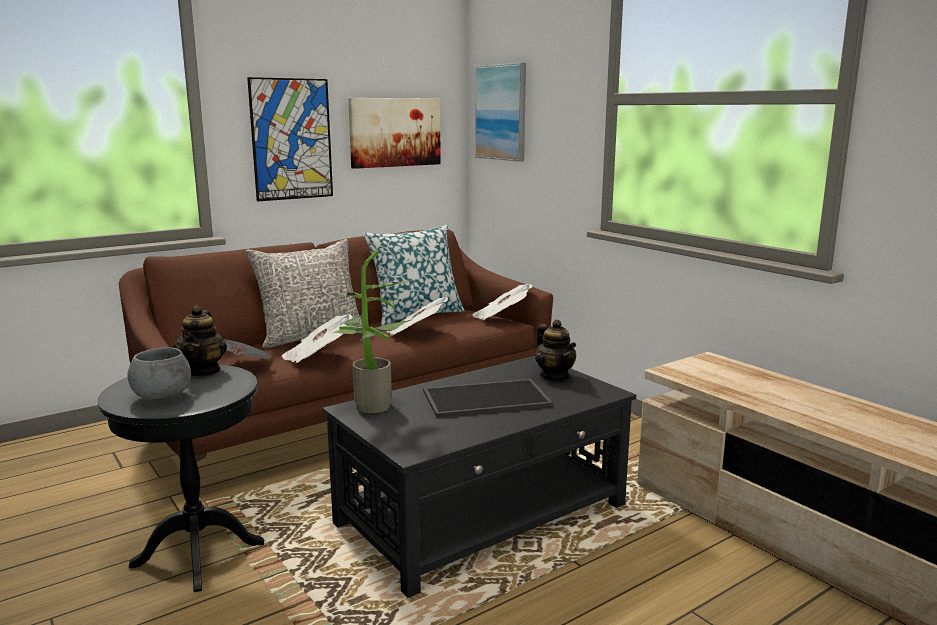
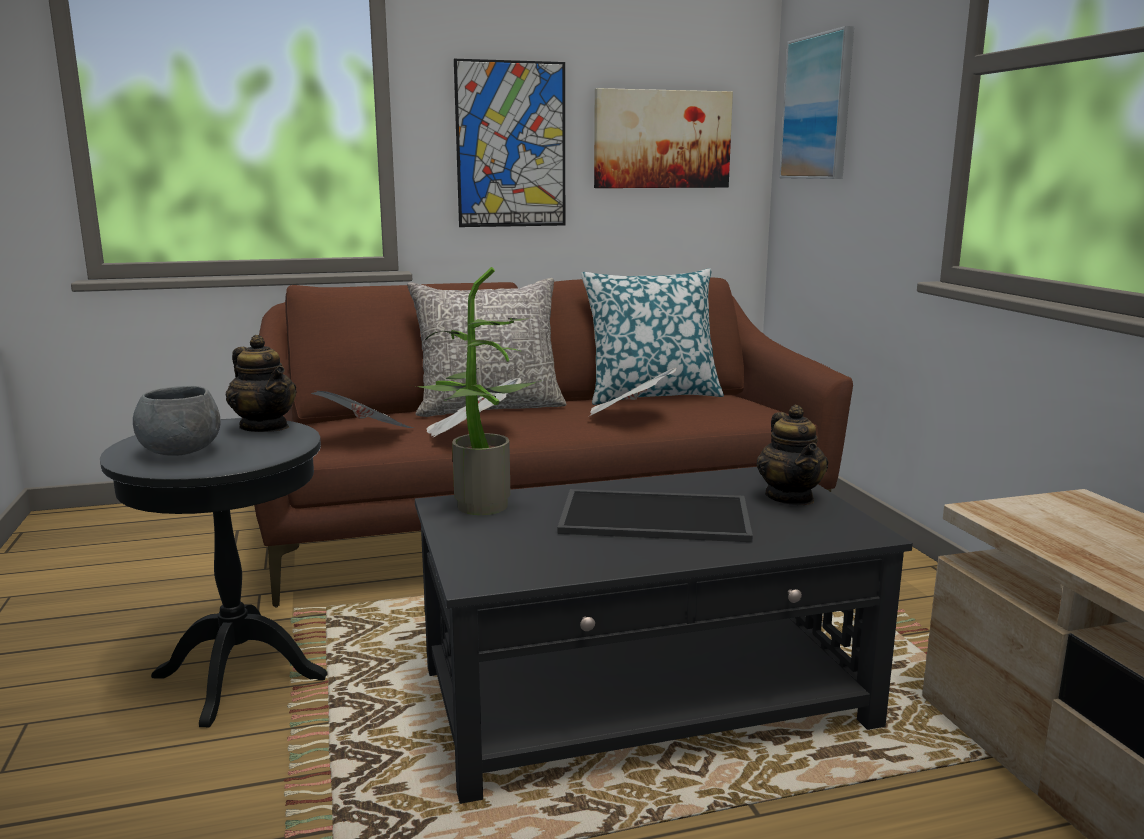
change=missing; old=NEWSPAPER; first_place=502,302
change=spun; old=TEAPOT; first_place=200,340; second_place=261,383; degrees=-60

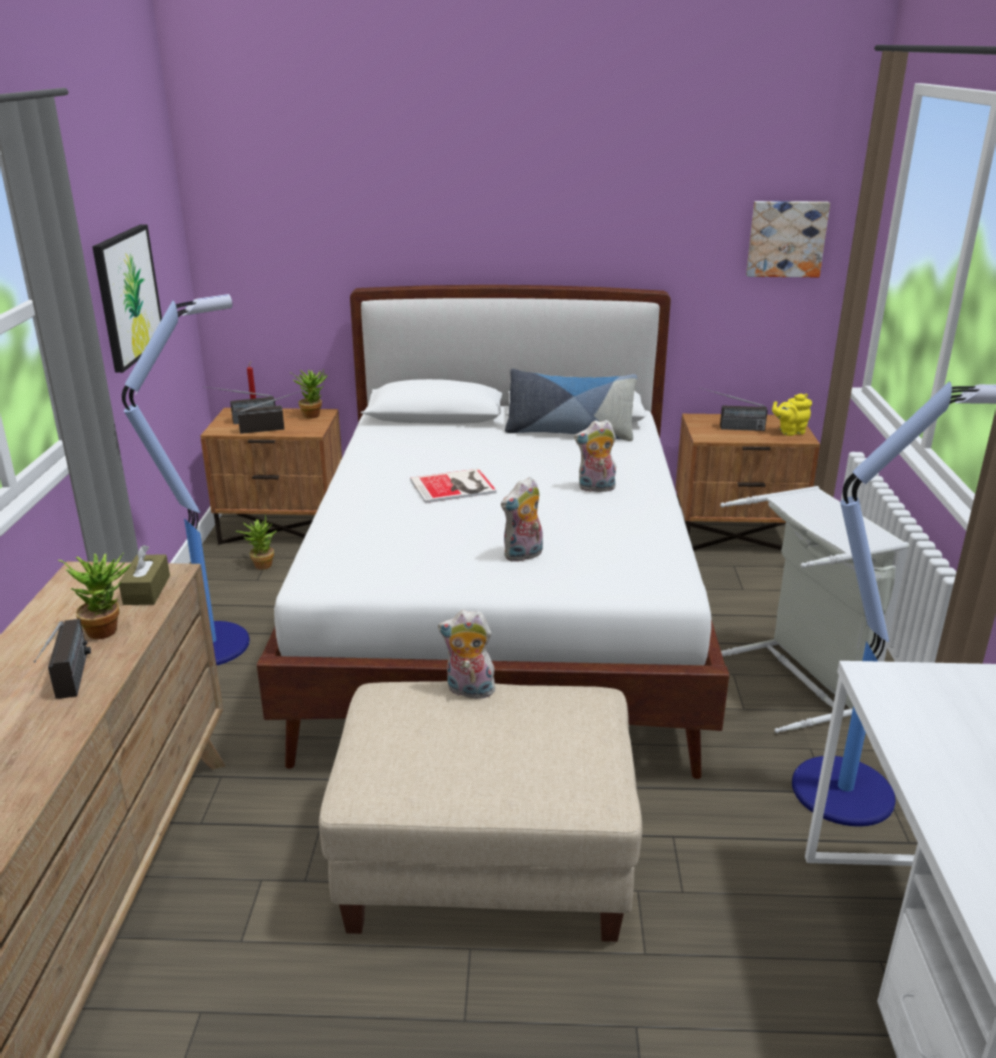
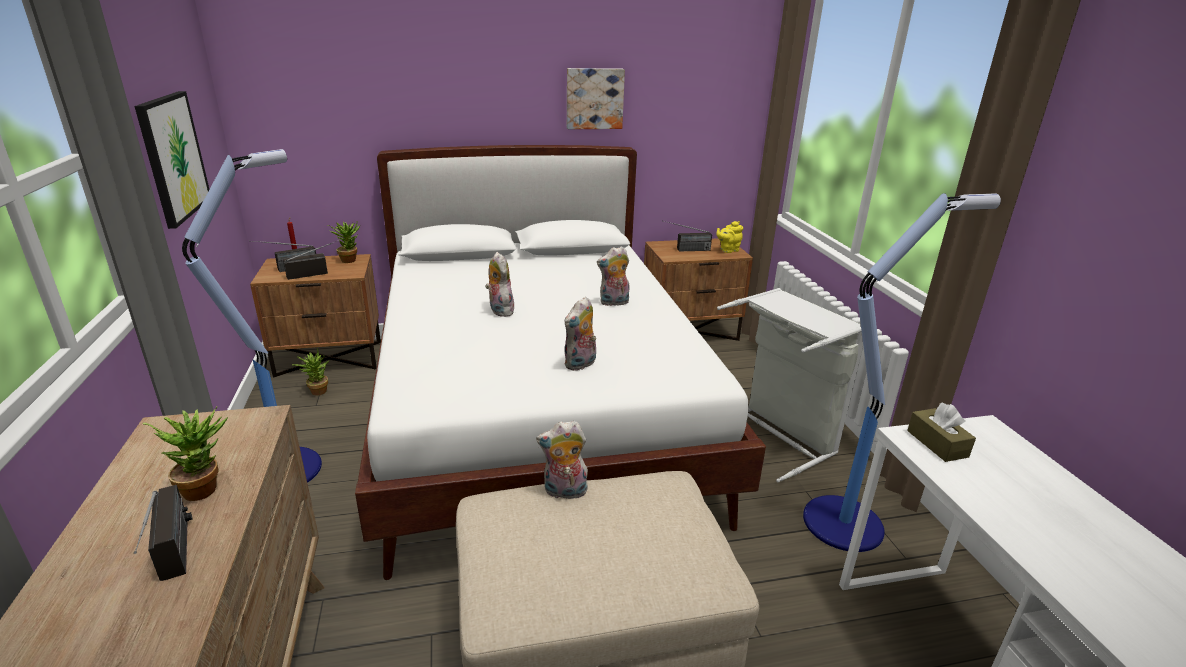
change=relocated; old=PICTURE; first_place=788,239; second_place=596,98
change=missing; old=PILLOW; first_place=571,404
change=exchanged; old=BOOK; new=PLUSH TOY; first_place=453,486; second_place=499,284
change=relocated; old=BROWN TISSUE BOX; first_place=144,575; second_place=941,432

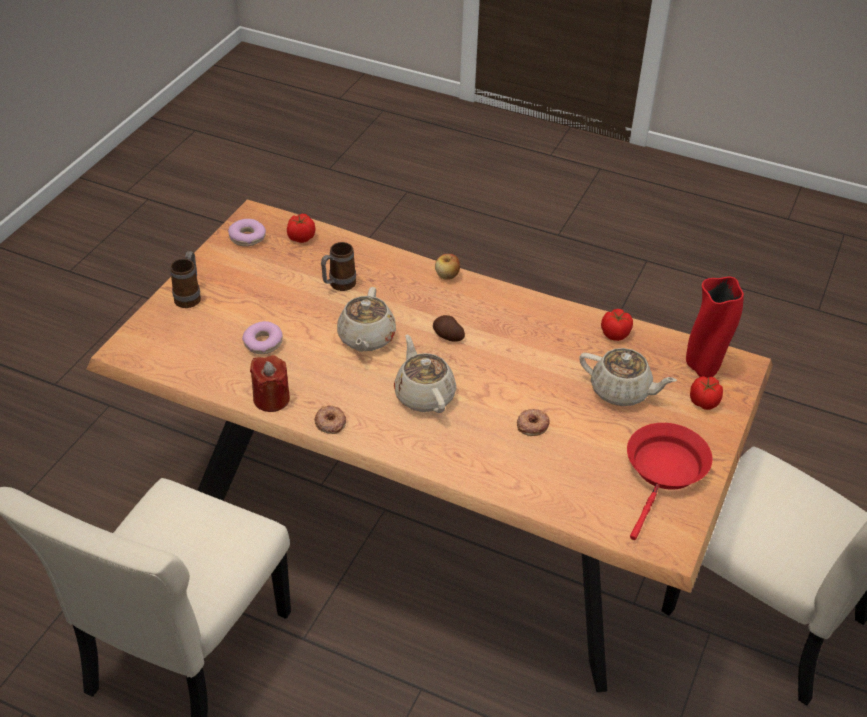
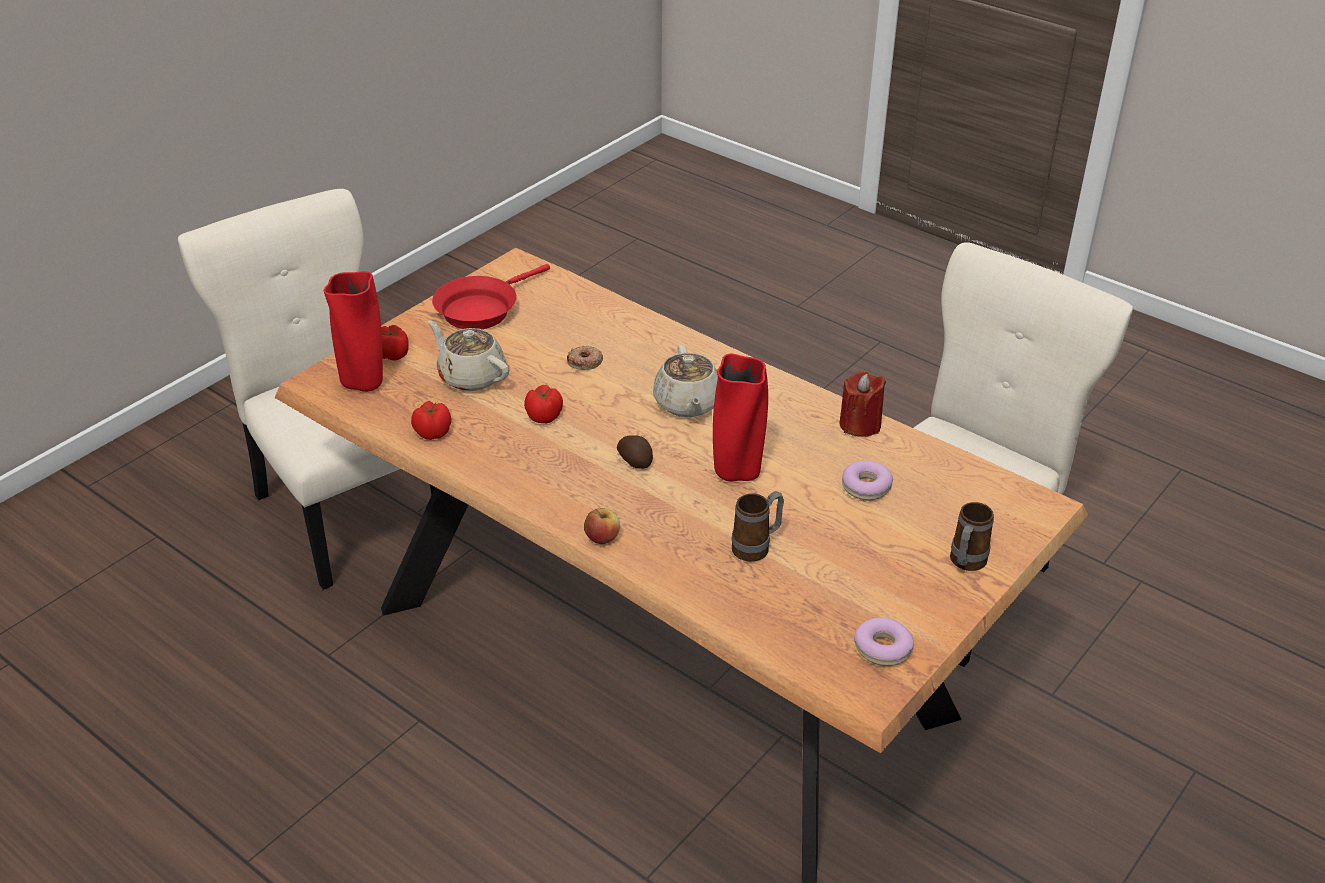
change=relocated; old=TOMATO; first_place=301,228; second_place=543,404
change=exchanged; old=BEIGE TEAPOT; new=RED VASE; first_place=366,319; second_place=740,417
change=missing; old=DONUT; first_place=330,419

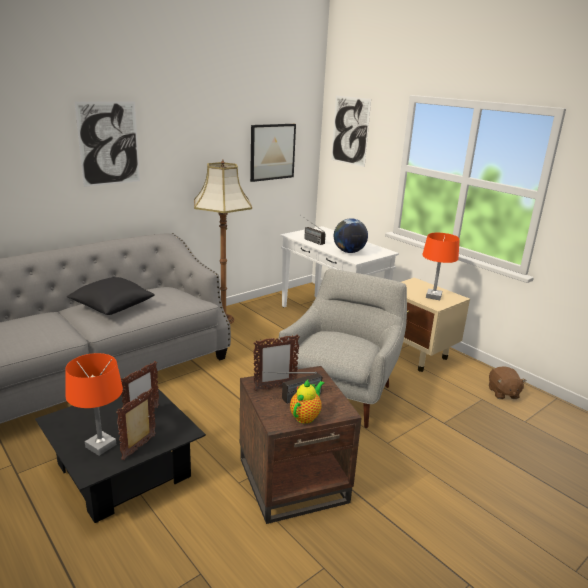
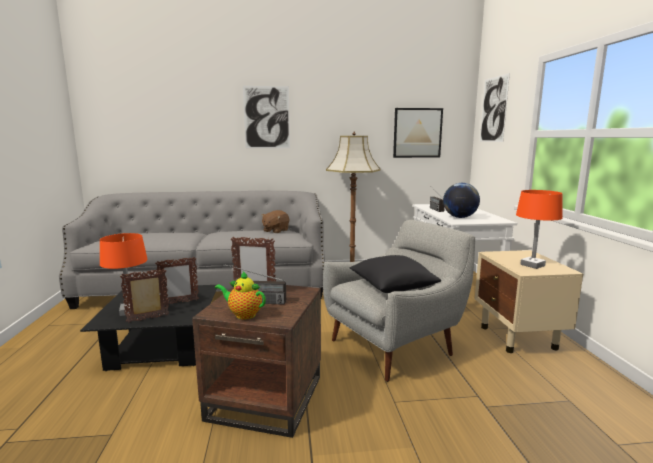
change=relocated; old=BLACK PILLOW; first_place=111,296; second_place=395,274
change=relocated; old=BROWN PLUSH TOY; first_place=508,382; second_place=275,221
change=spun; old=TEAPOT; first_place=307,402; second_place=240,295; degrees=-135

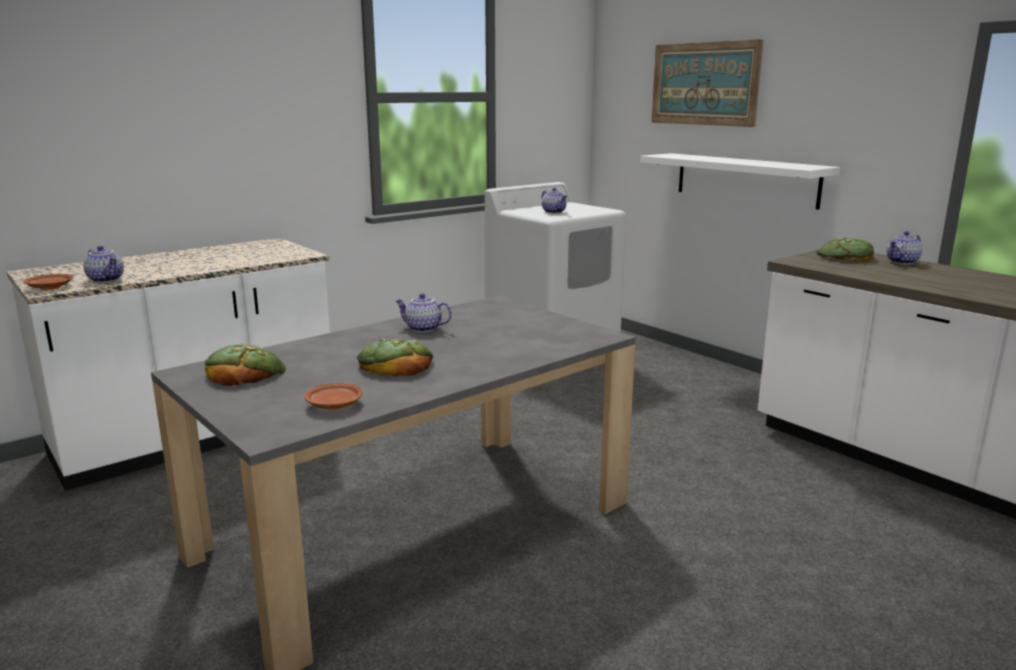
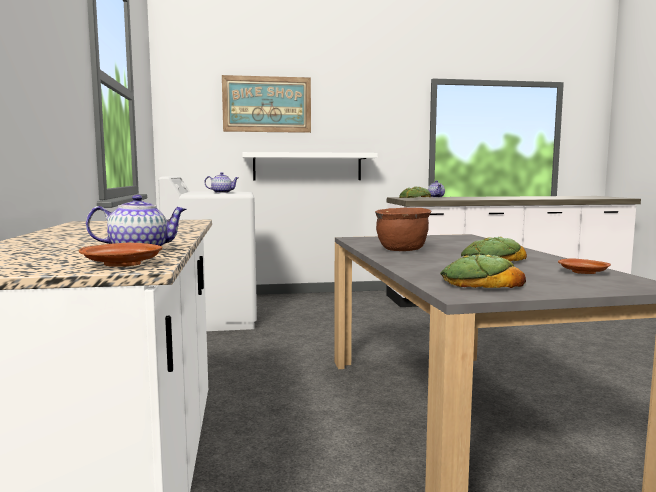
change=exchanged; old=TEAPOT; new=BROWN COOKING POT; first_place=423,312; second_place=403,229

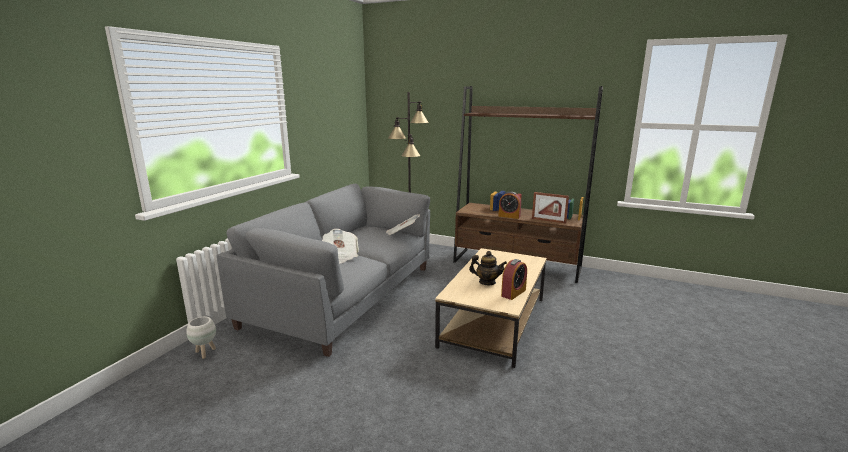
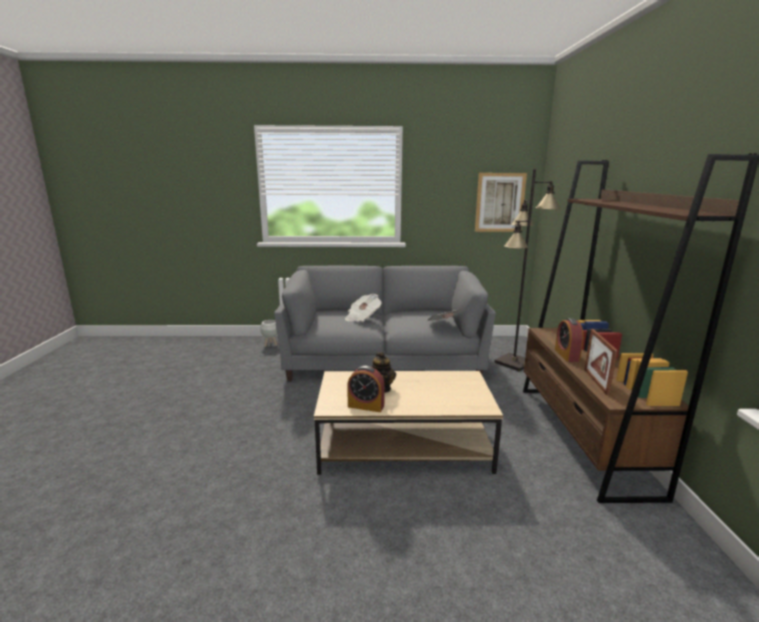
change=appeared; new=PICTURE; second_place=501,202

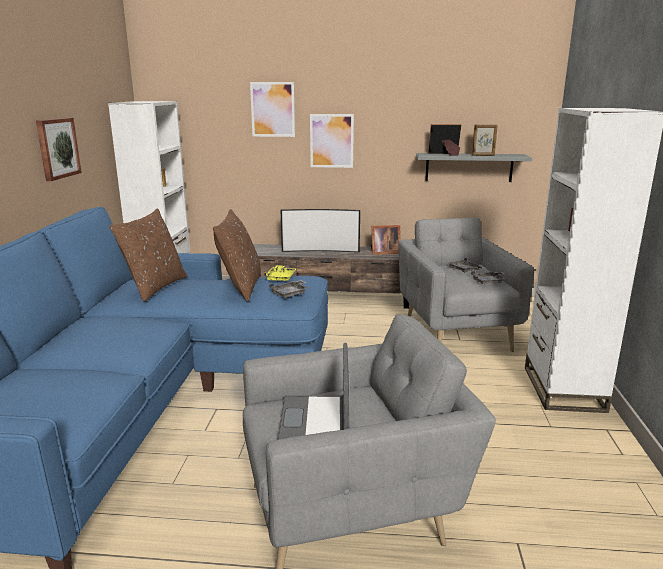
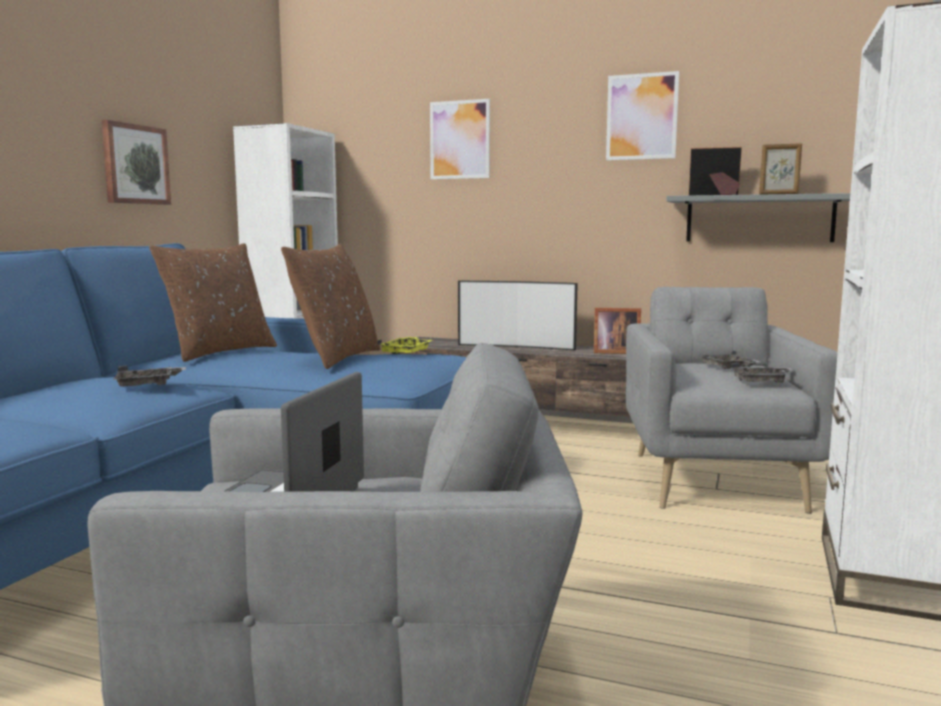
change=relocated; old=PICTURE; first_place=332,141; second_place=642,115
change=relocated; old=GREY TRAY; first_place=288,289; second_place=149,376

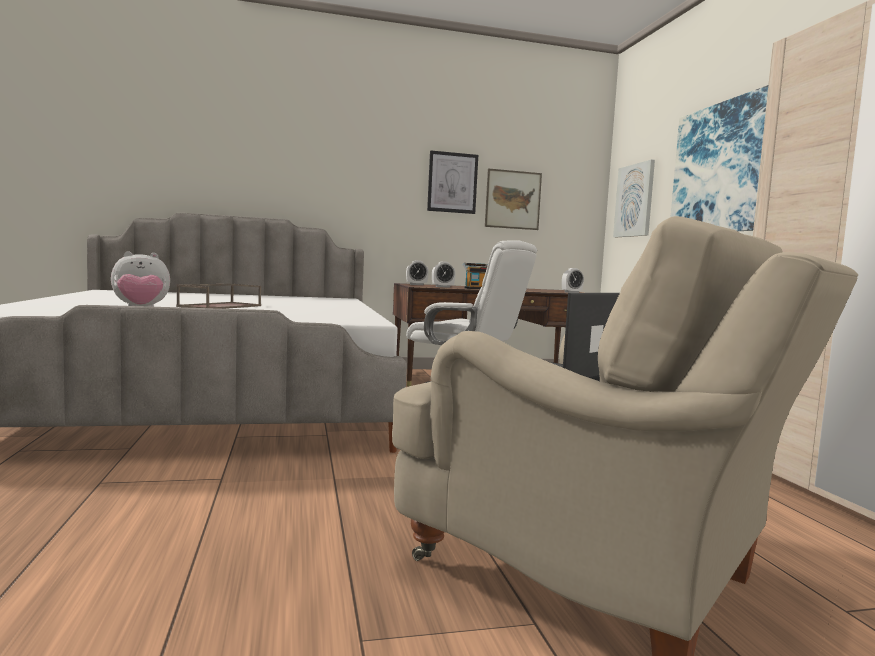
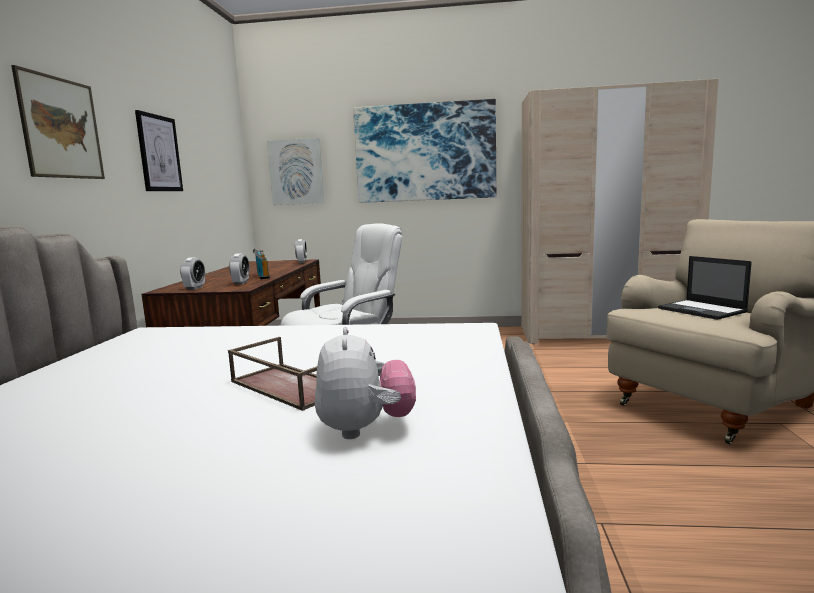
change=relocated; old=PICTURE; first_place=513,199; second_place=58,122

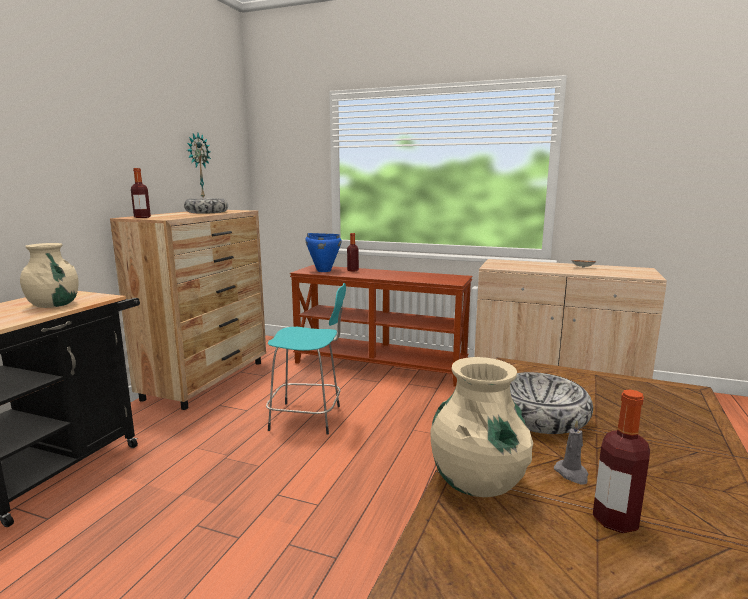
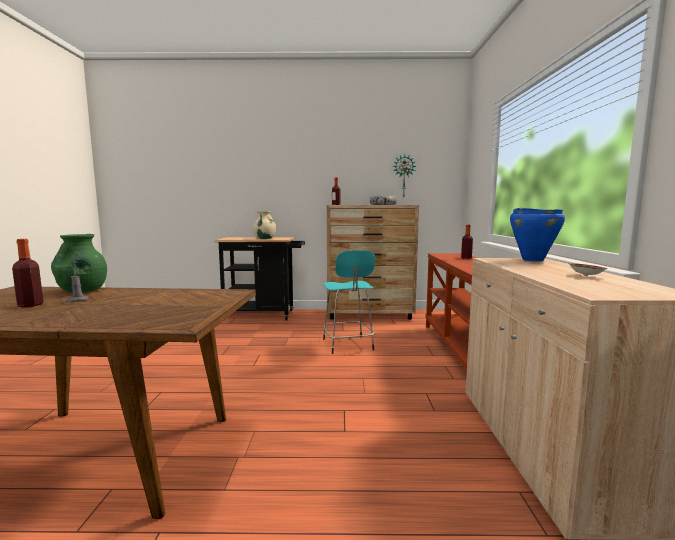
change=relocated; old=BLUE COOKING POT; first_place=323,252; second_place=537,235
change=colour; old=BEIGE VASE; new=GREEN VASE; first_place=482,427; second_place=79,263
change=missing; old=BOWL; first_place=551,403

